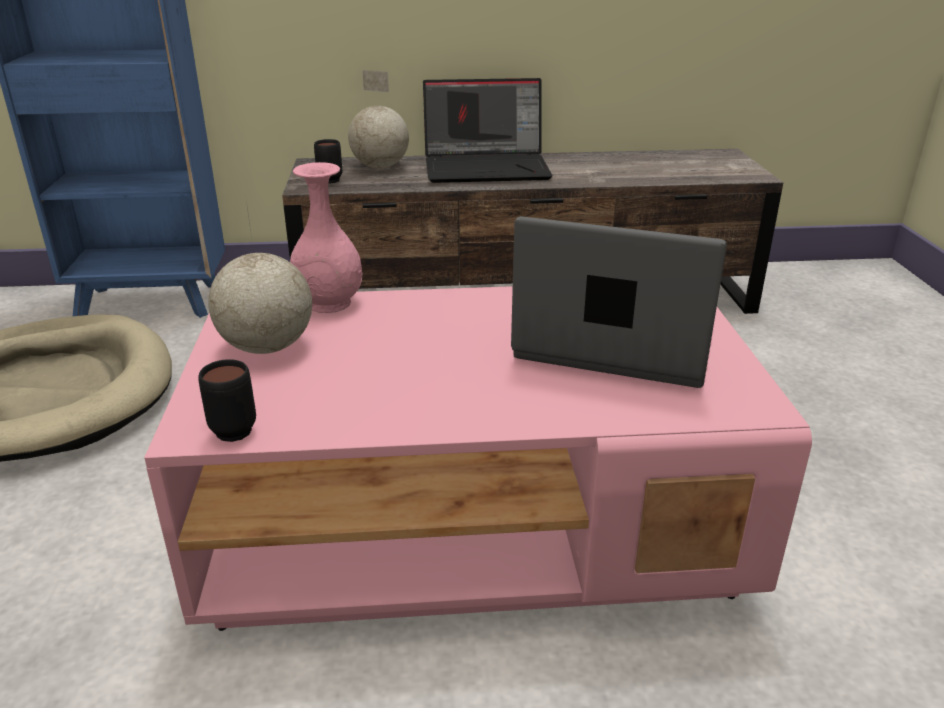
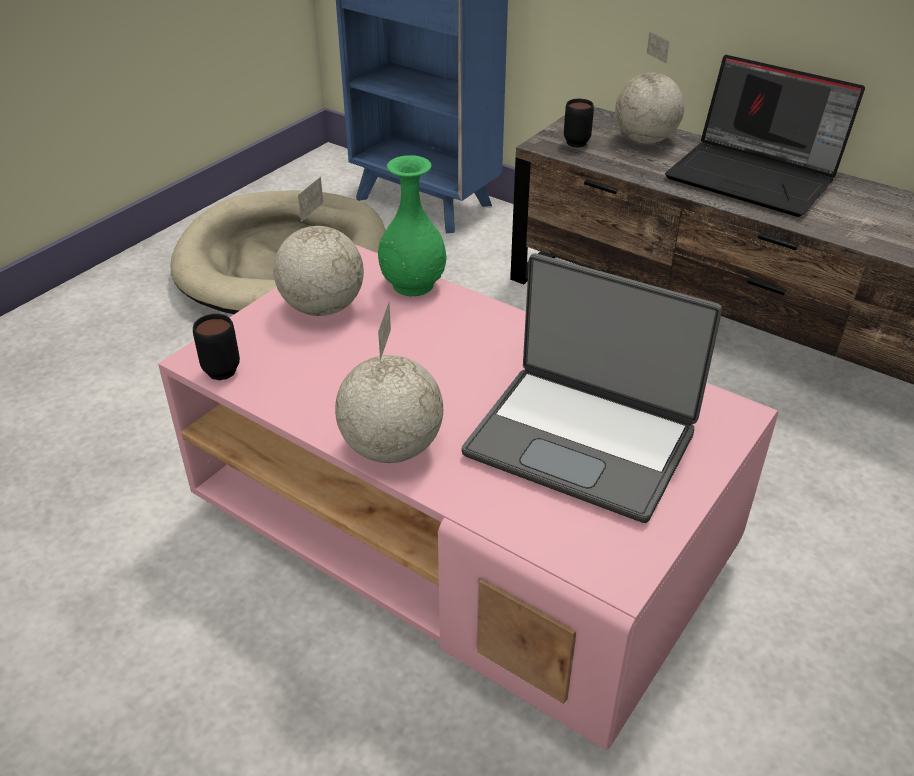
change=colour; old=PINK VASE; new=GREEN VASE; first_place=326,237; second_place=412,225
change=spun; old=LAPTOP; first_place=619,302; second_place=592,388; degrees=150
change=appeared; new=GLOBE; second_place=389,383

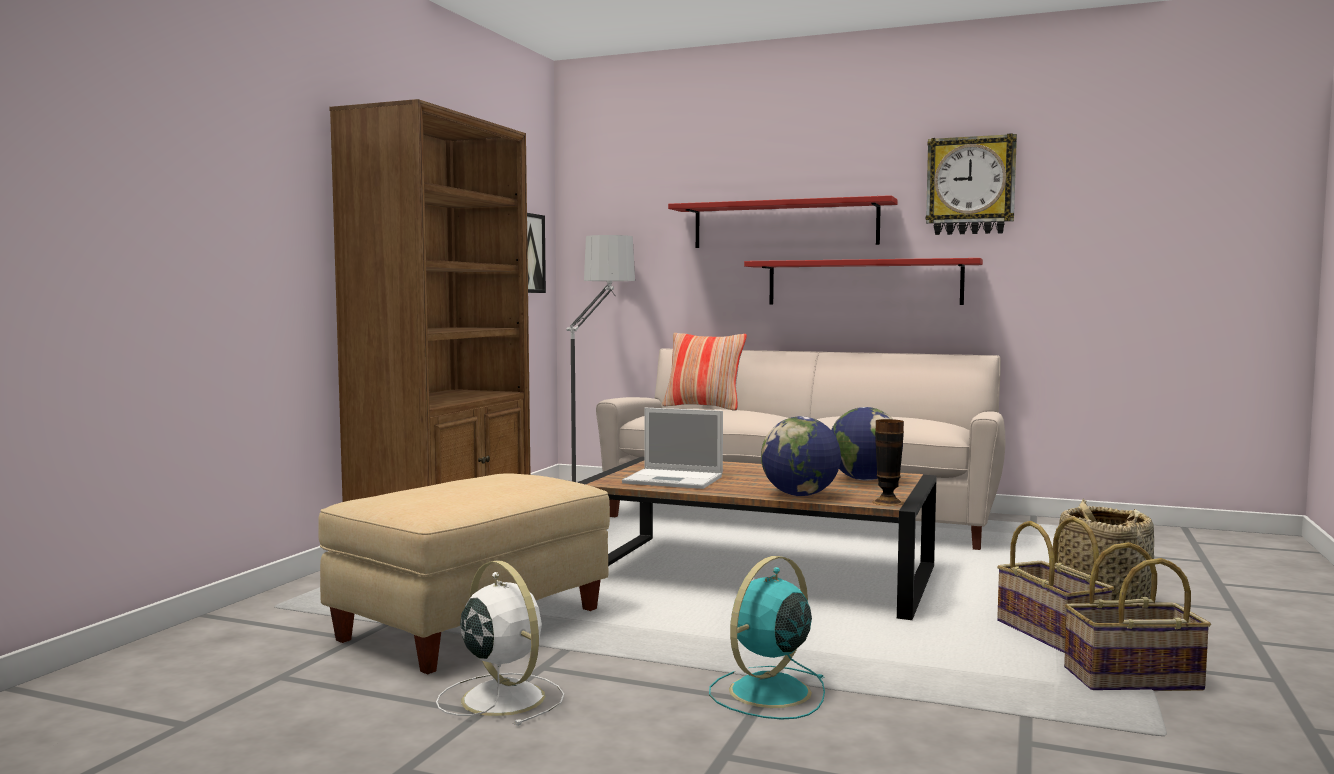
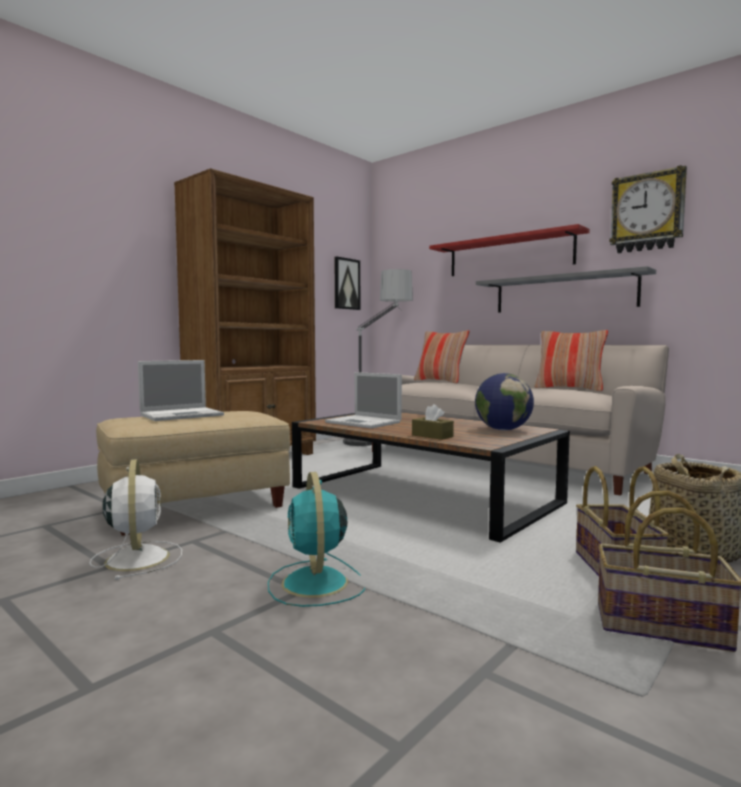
change=colour; old=RED SHELF; new=GREY SHELF; first_place=863,281; second_place=566,289
change=exchanged; old=GLOBE; new=BROWN TISSUE BOX; first_place=801,456; second_place=433,422
change=missing; old=VASE; first_place=888,462
change=spun; old=TURQUOISE FAN; first_place=767,638; second_place=316,539; degrees=-75
change=appeared; new=PILLOW; second_place=571,360
change=appeared; new=LAPTOP; second_place=181,390

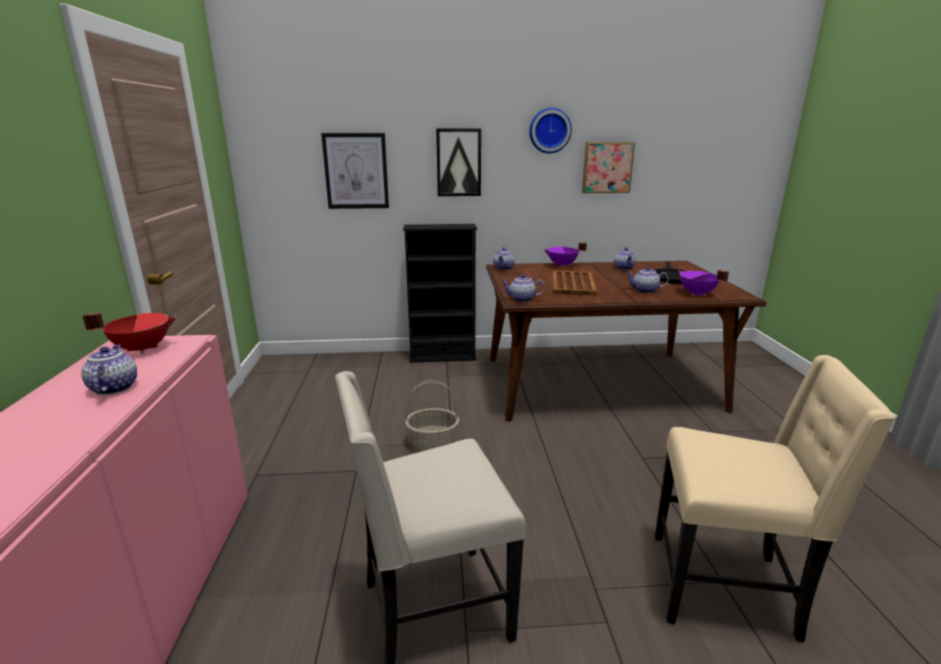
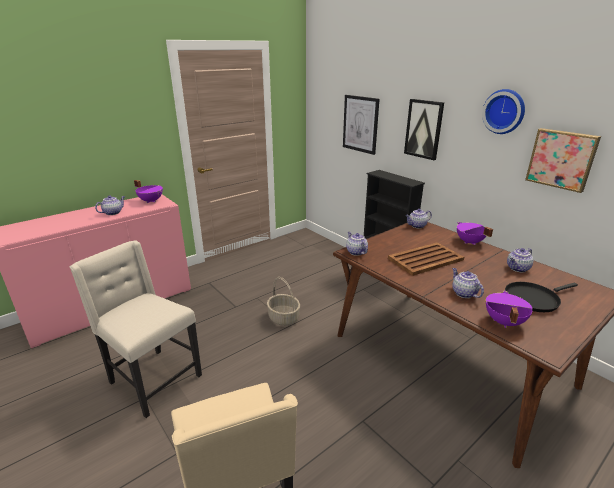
change=colour; old=RED COOKING POT; new=PURPLE COOKING POT; first_place=130,333; second_place=148,191

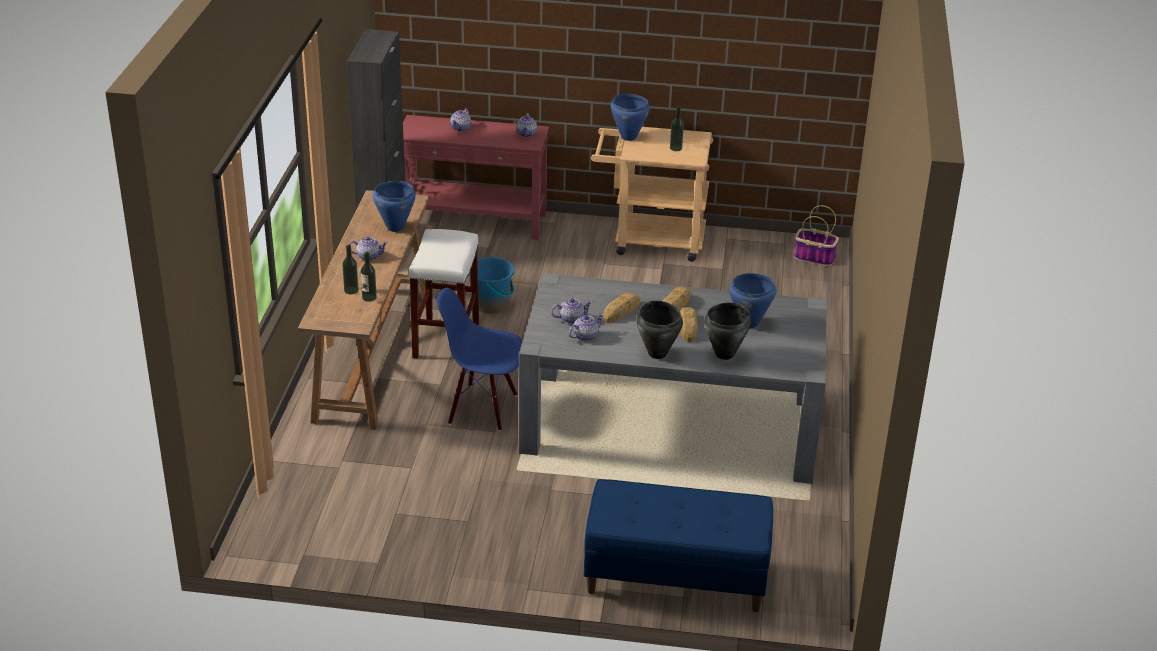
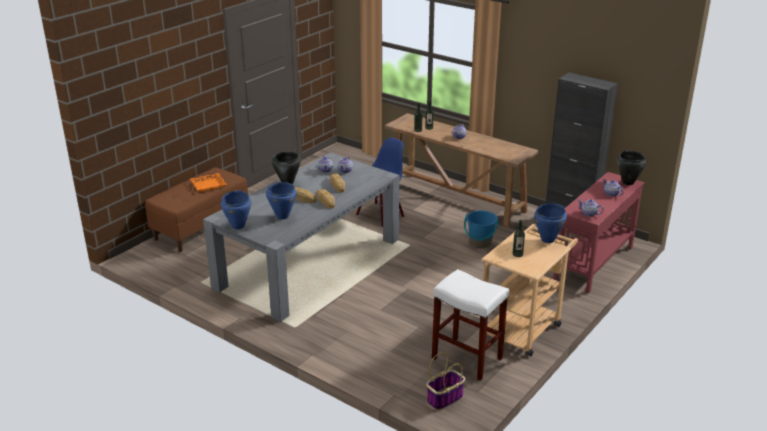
change=relocated; old=BLUE COOKING POT; first_place=394,206; second_place=236,210
change=relocated; old=WHITE STOOL; first_place=443,293; second_place=470,325
change=relocated; old=BLACK COOKING POT; first_place=727,331; second_place=631,168
change=colour; old=BLUE BENCH; new=BROWN BENCH; first_place=678,545; second_place=196,209
change=appeared; new=ORANGE TRAY; second_place=208,182

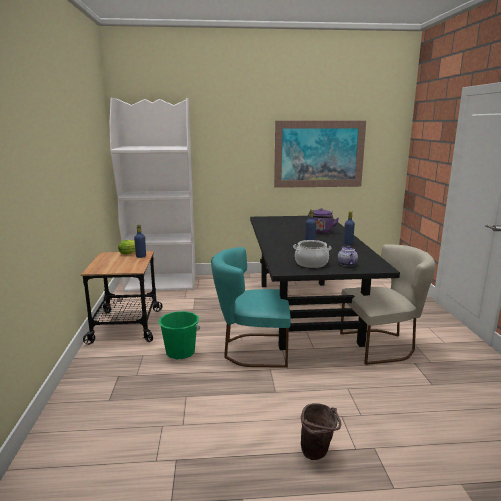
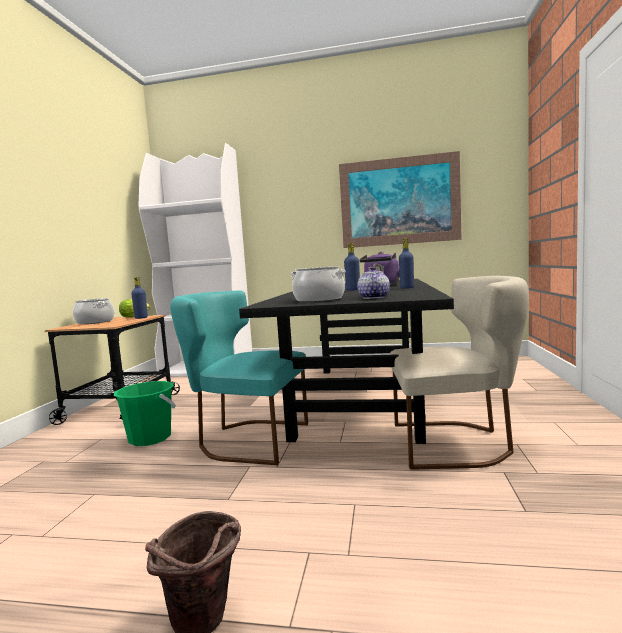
change=appeared; new=COOKING POT; second_place=94,311

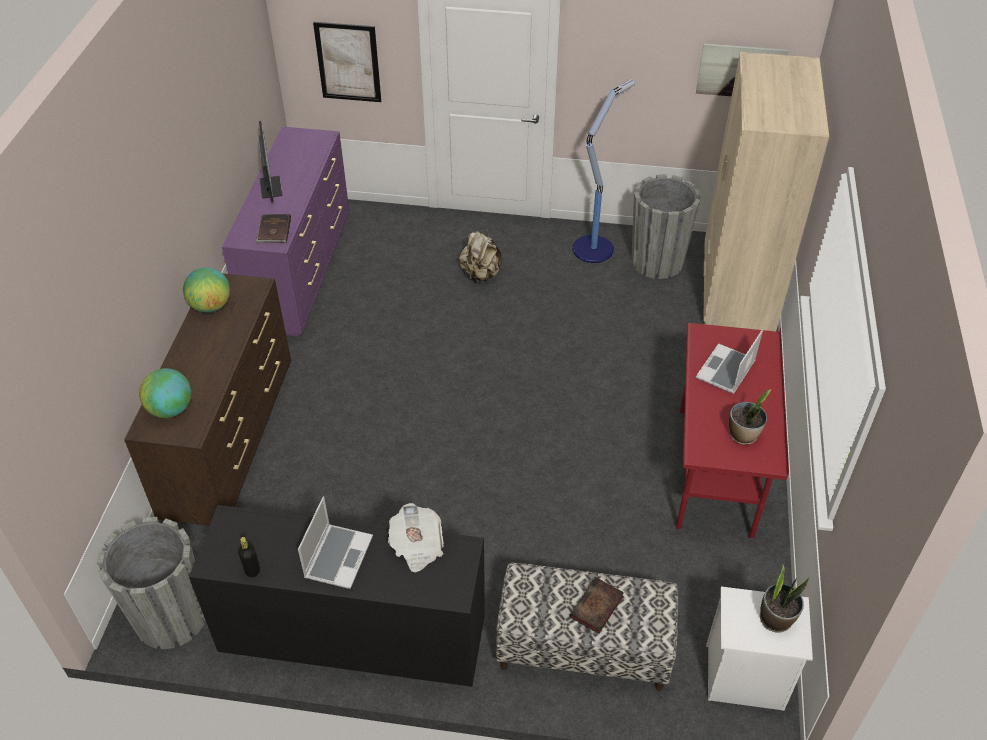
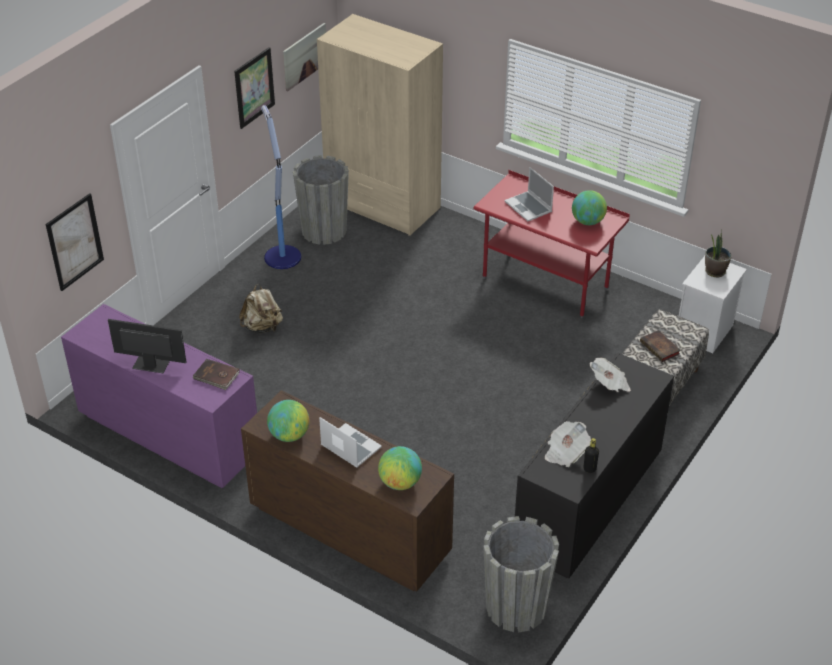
change=exchanged; old=POTTED PLANT; new=GLOBE; first_place=750,417; second_place=589,207
change=relocated; old=LAPTOP; first_place=335,542; second_place=350,442
change=appeared; new=PICTURE; second_place=254,88
change=appeared; new=NEWSPAPER; second_place=568,444

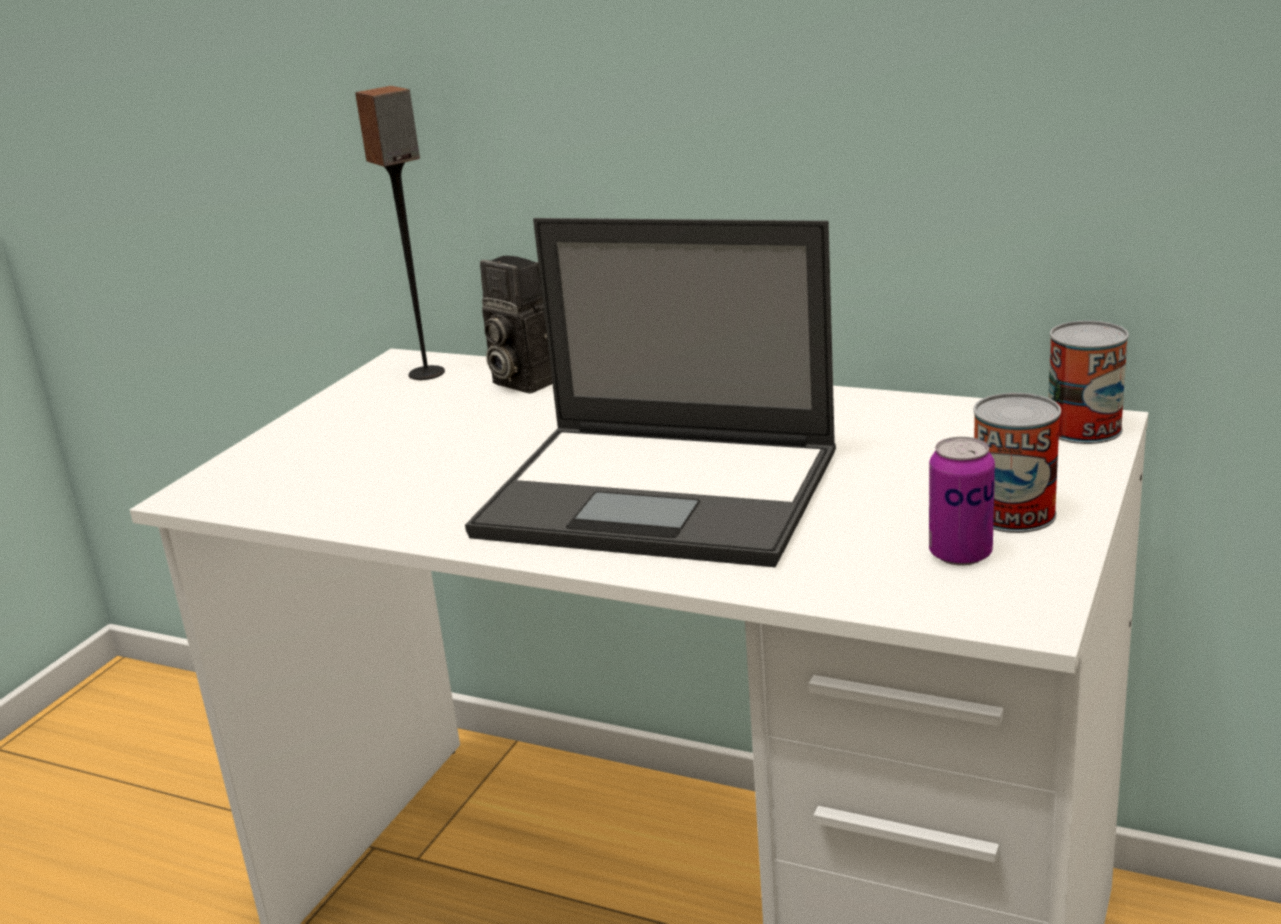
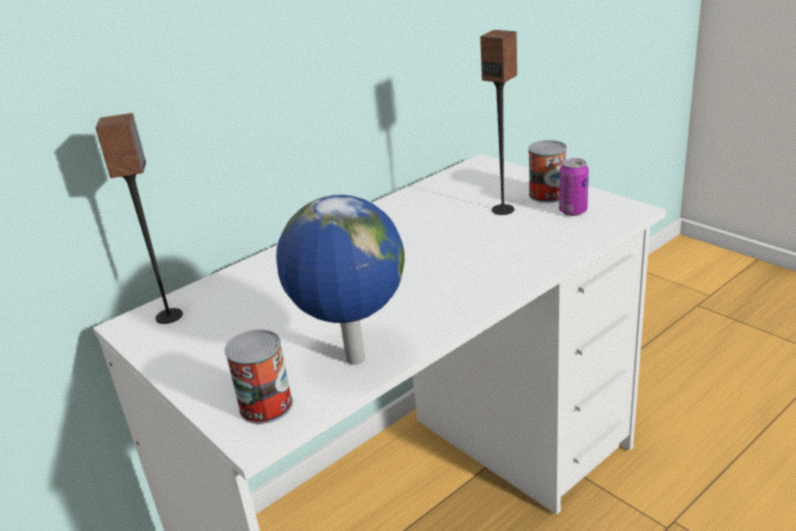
change=missing; old=LAPTOP; first_place=650,392
change=missing; old=PHOTO CAMERA; first_place=516,324
change=relocated; old=CAN; first_place=1088,382; second_place=259,376
change=appeared; new=SPEAKER; second_place=498,122
change=appeared; new=GLOBE; second_place=340,280

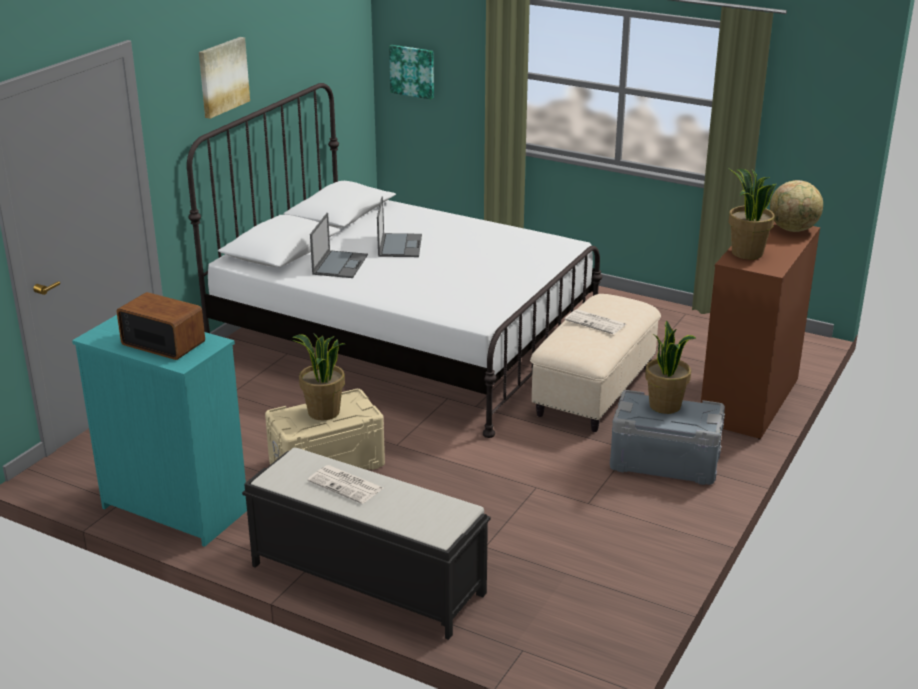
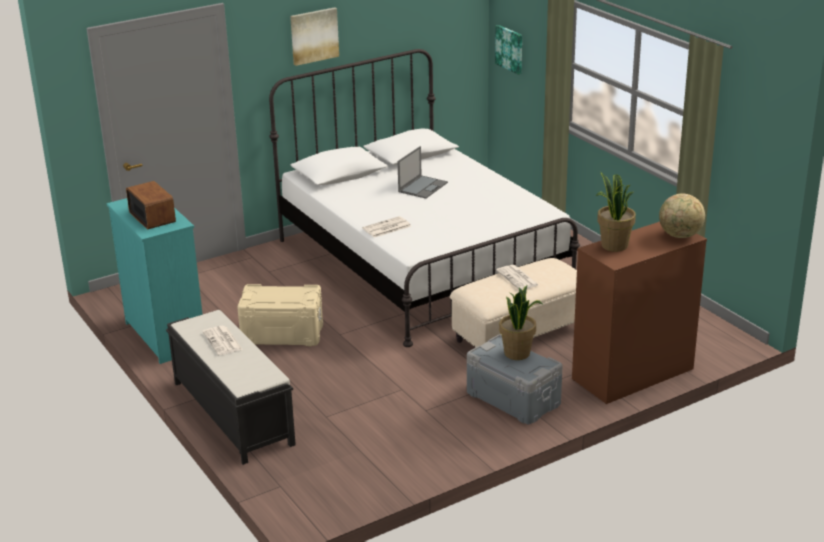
change=missing; old=LAPTOP; first_place=339,245
change=missing; old=POTTED PLANT; first_place=318,377
change=appeared; new=NEWSPAPER; second_place=386,227

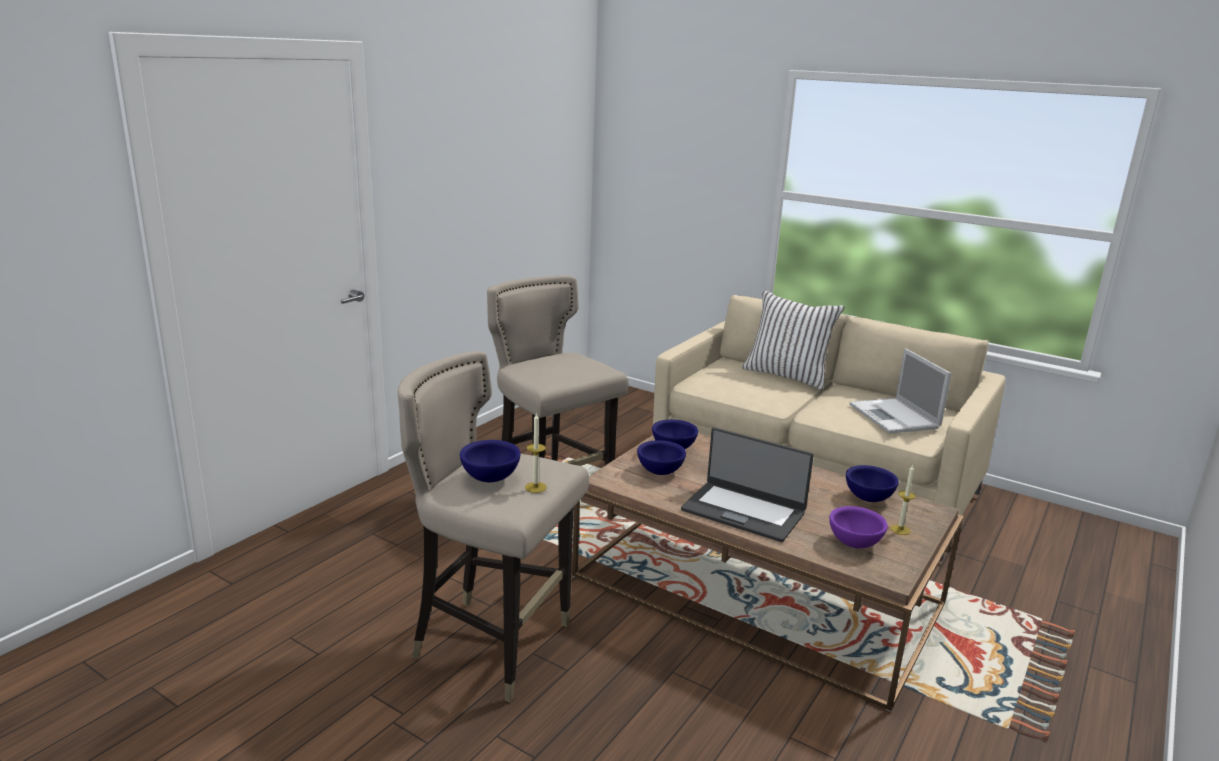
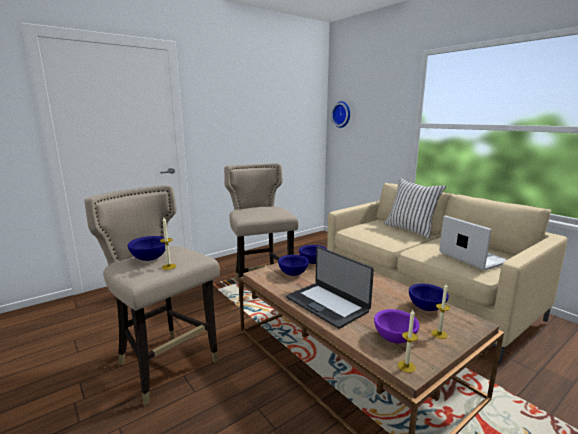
change=spun; old=LAPTOP; first_place=900,391; second_place=473,243; degrees=150
change=appeared; new=WALL CLOCK; second_place=340,114
change=appeared; new=CANDLE; second_place=408,341

